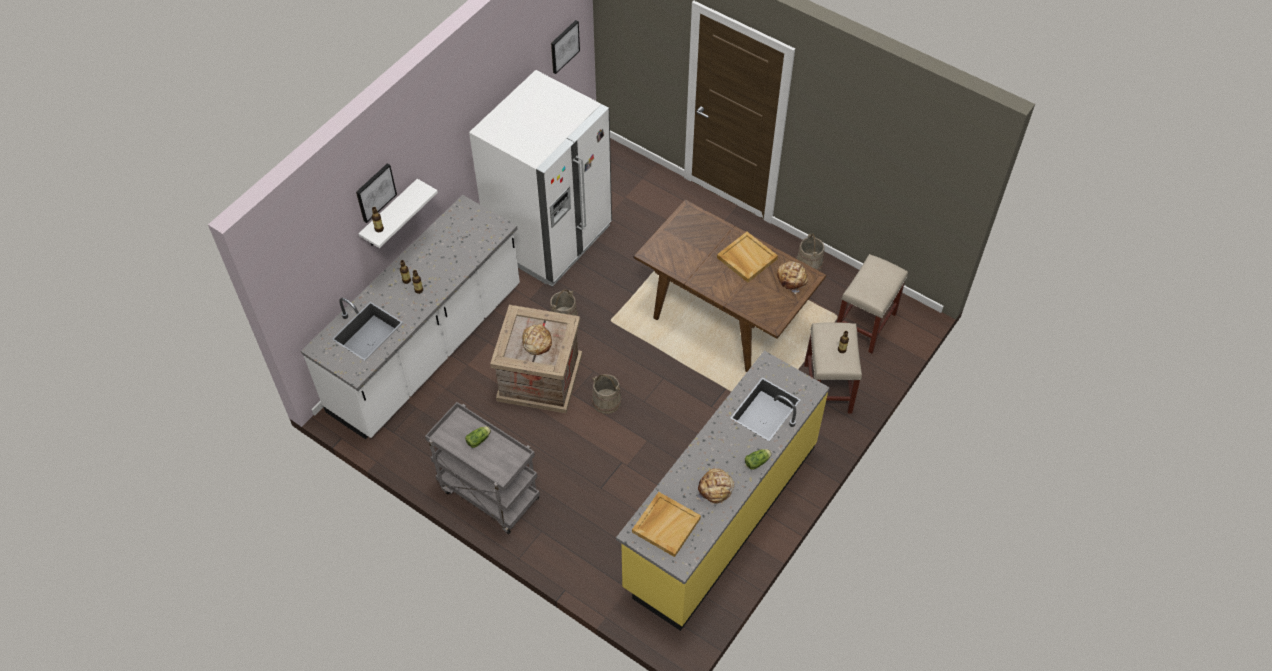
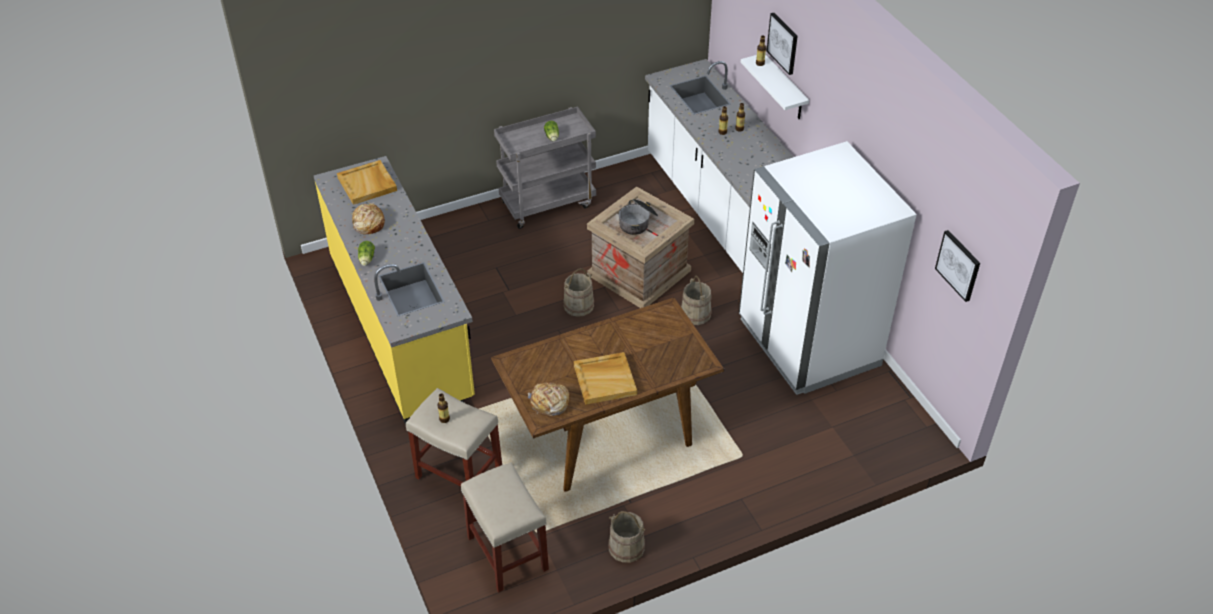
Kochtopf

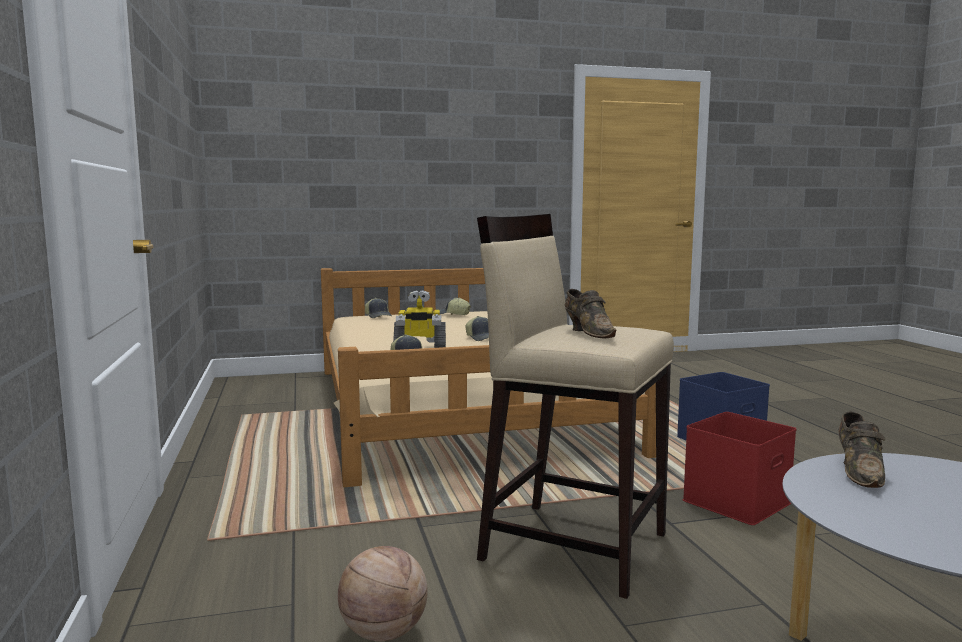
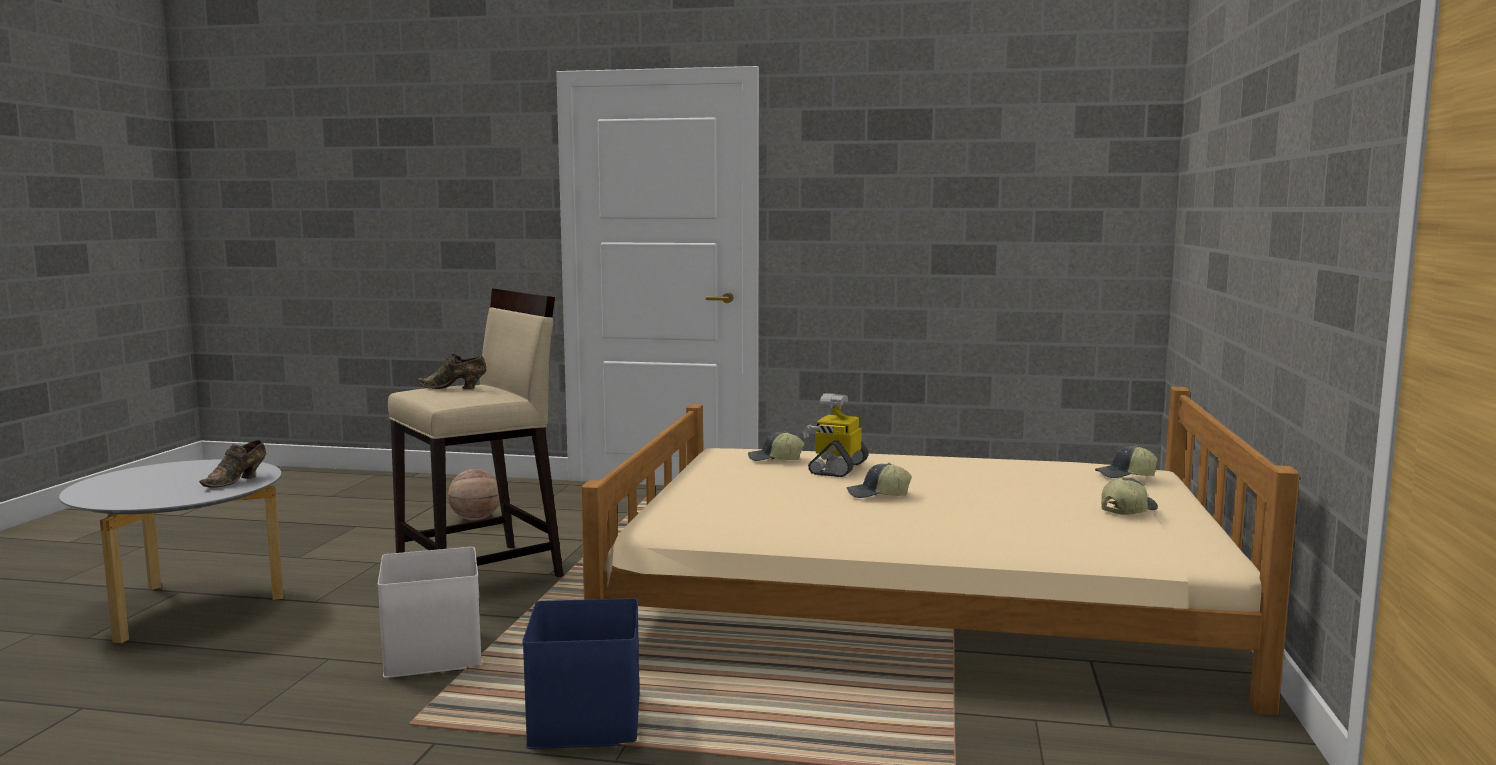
Schuh [braun] (no. 1 from left); Aufbewahrungsbox [weiß]

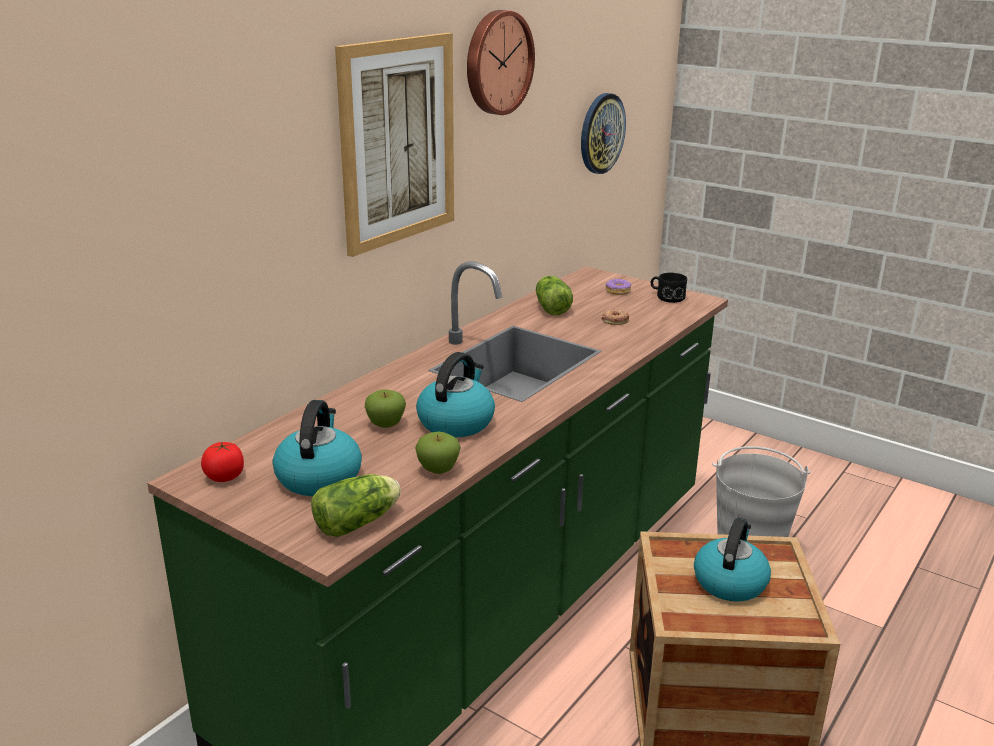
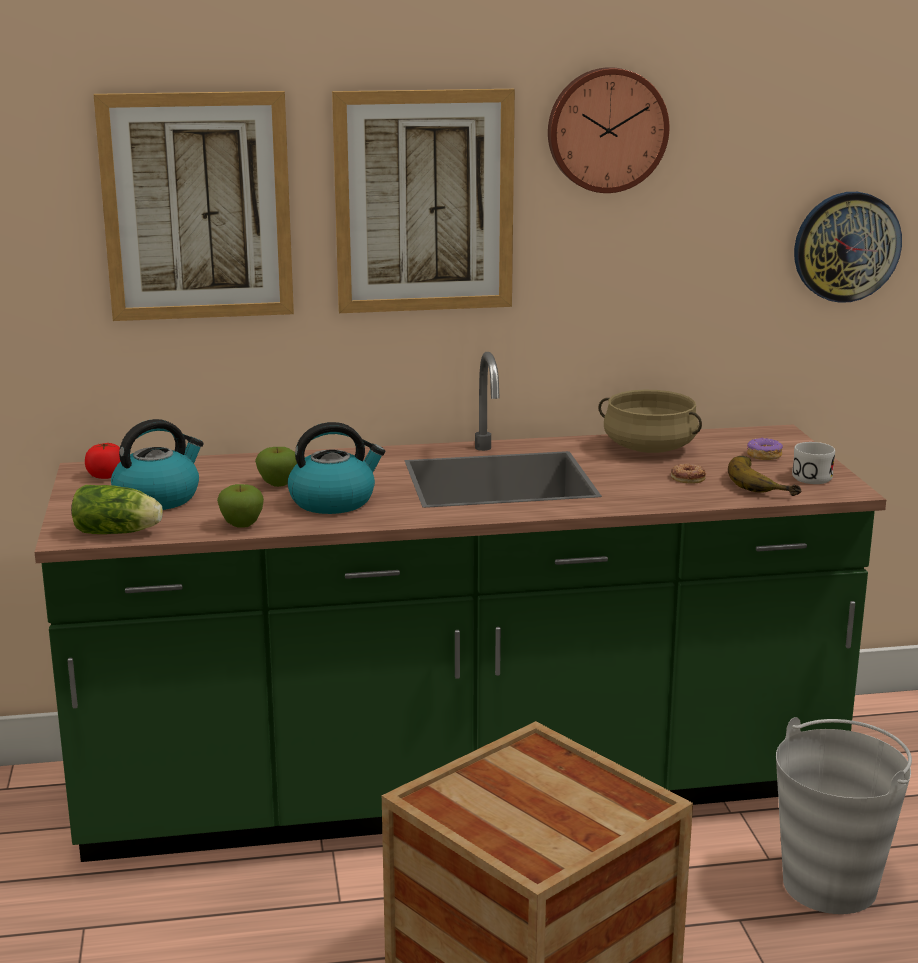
Bild (no. 1 from left); Kochtopf [beige]; Banane; Henkelbecher [weiß]; Wasserkessel (no. 3 from left in the first image)

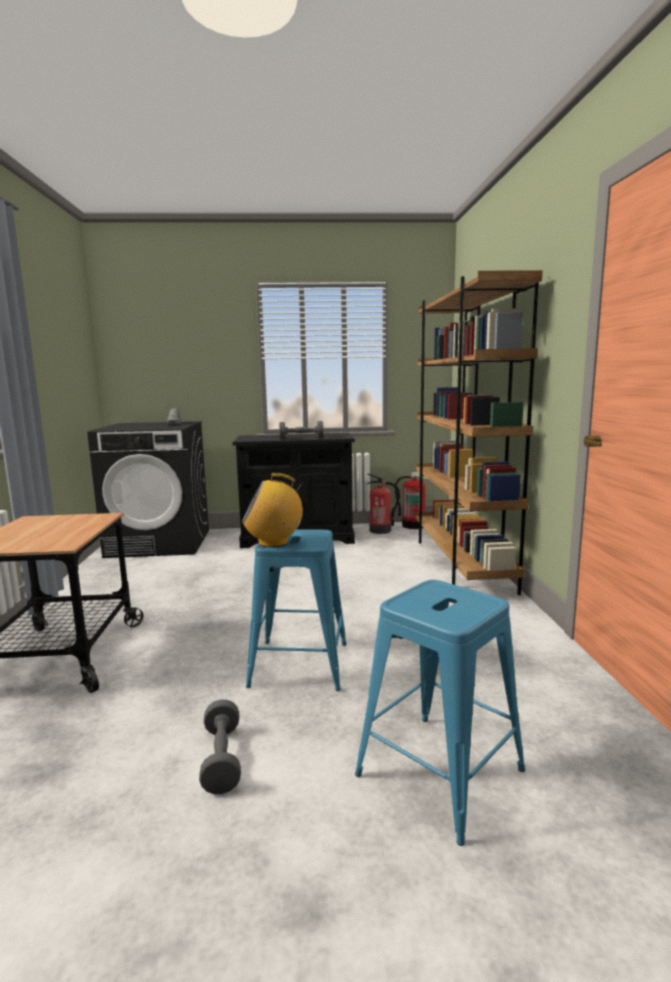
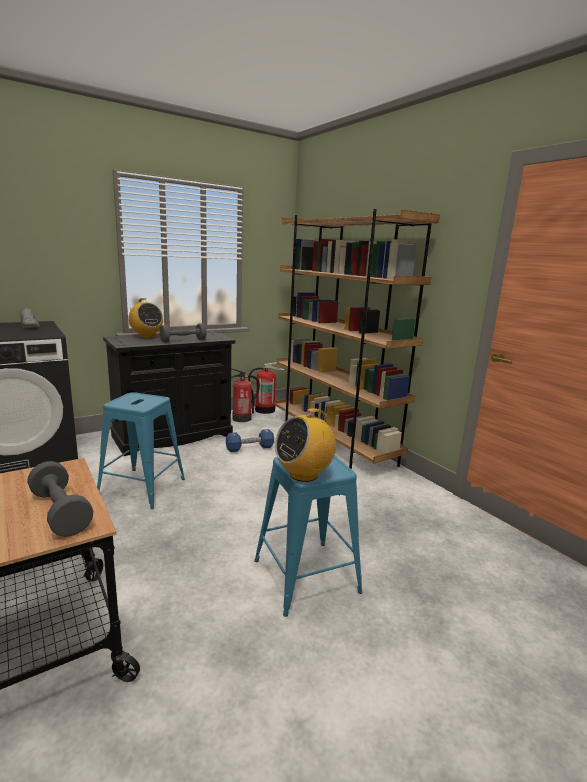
Hantel [grau] (no. 1 from left); Hocker [blau] (no. 1 from left); Radio (no. 1 from left); Hantel [blau]

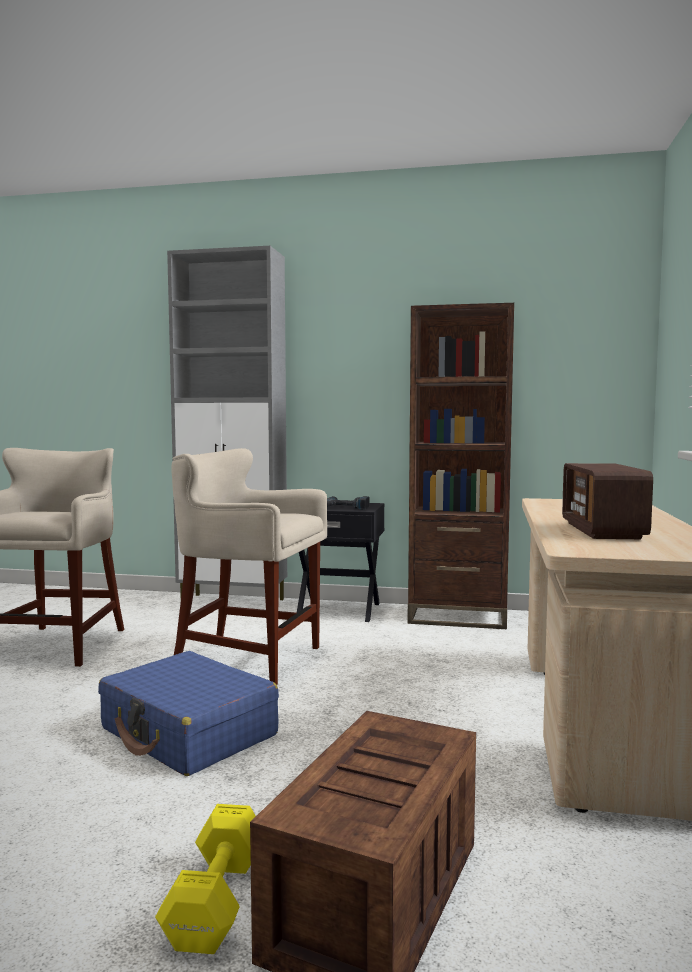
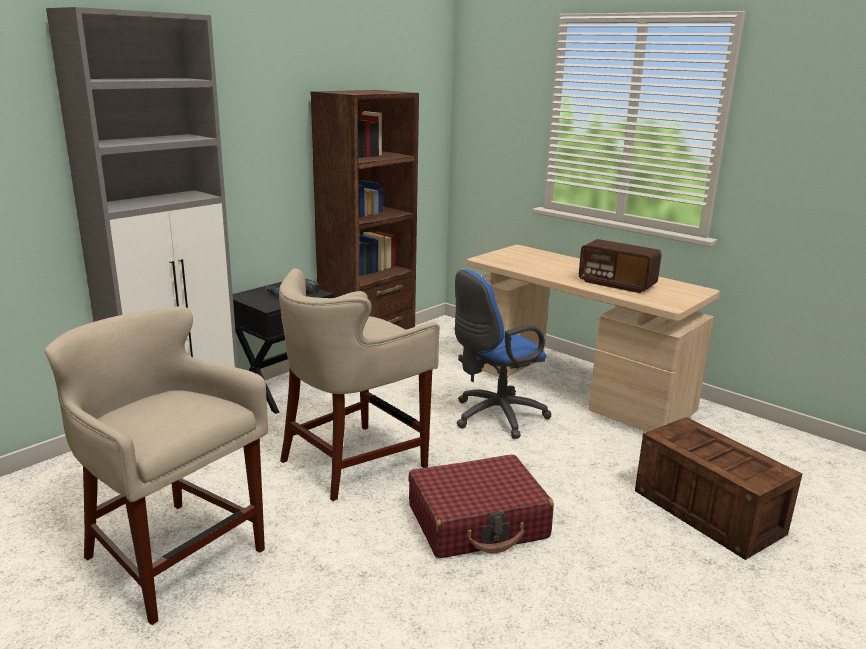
Koffer [rot]; Bürostuhl [blau]; Hantel [gelb]

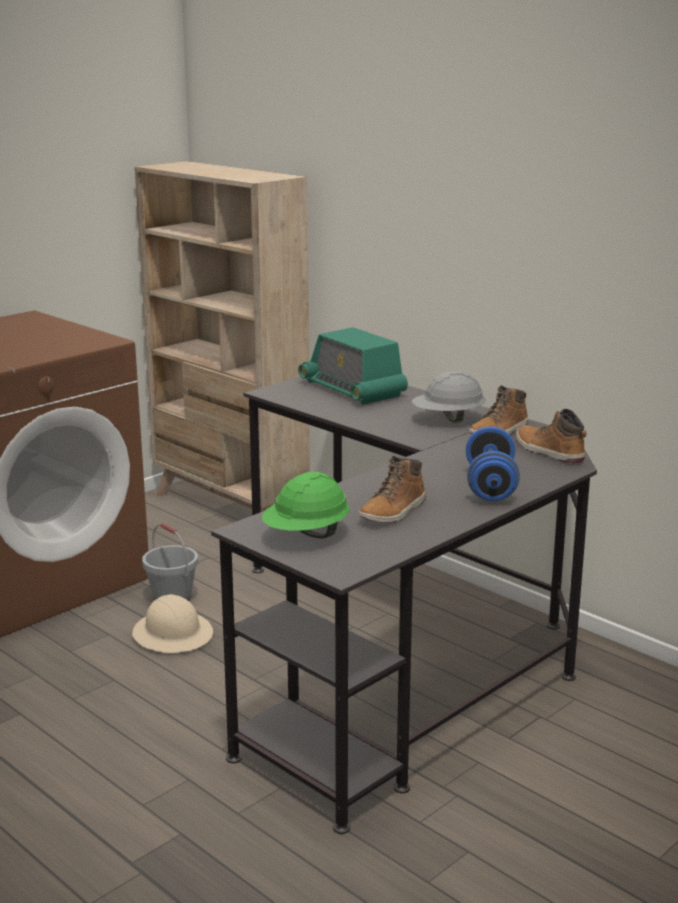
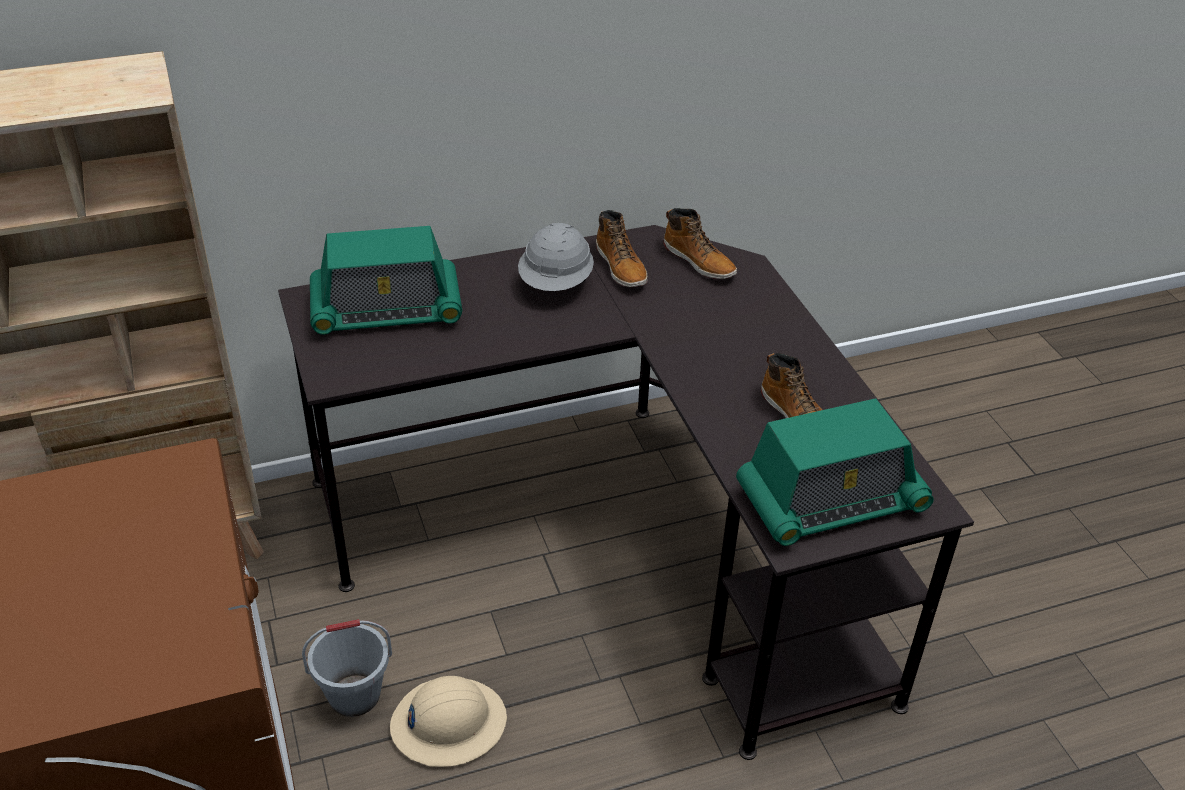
Stiefel (no. 2 from left); Radio (no. 2 from left); Hantel [blau]

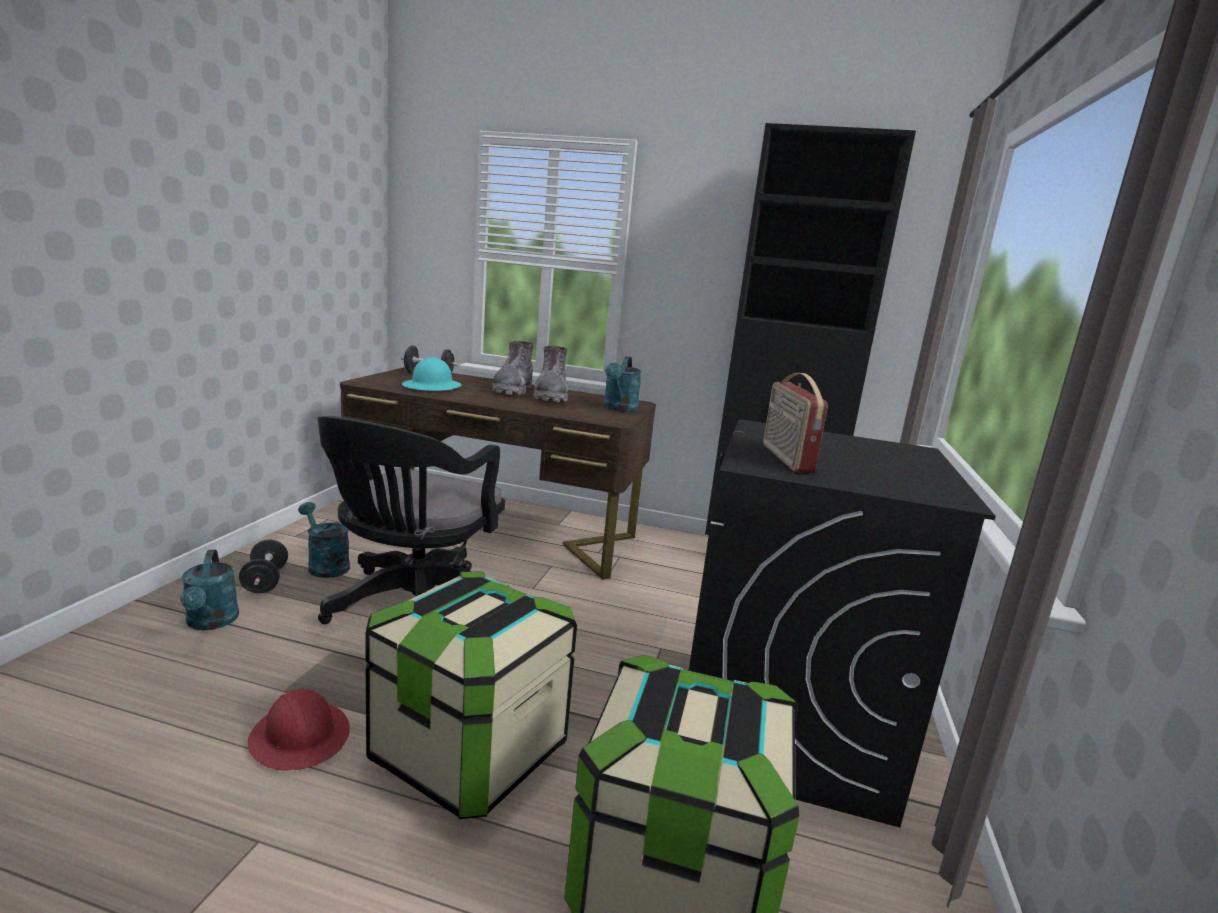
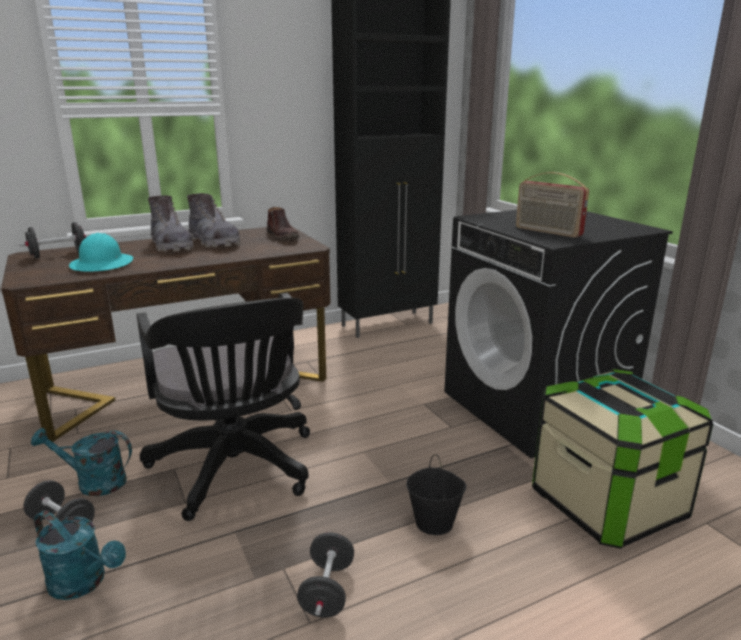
Stiefel [braun]; Hantel [schwarz] (no. 3 from left); Eimer [schwarz]

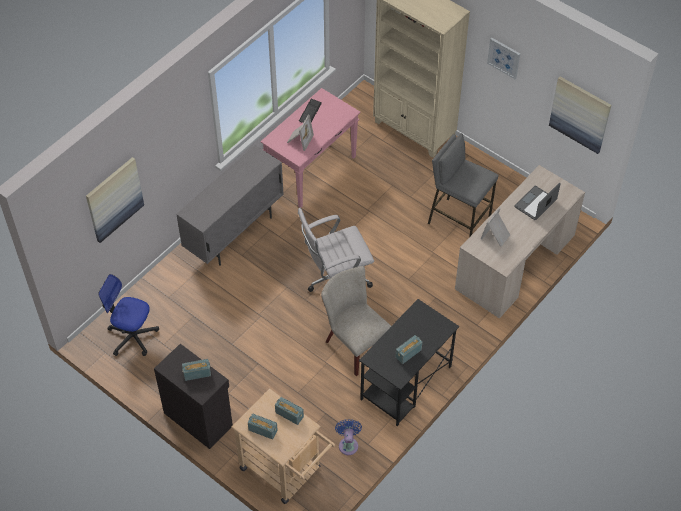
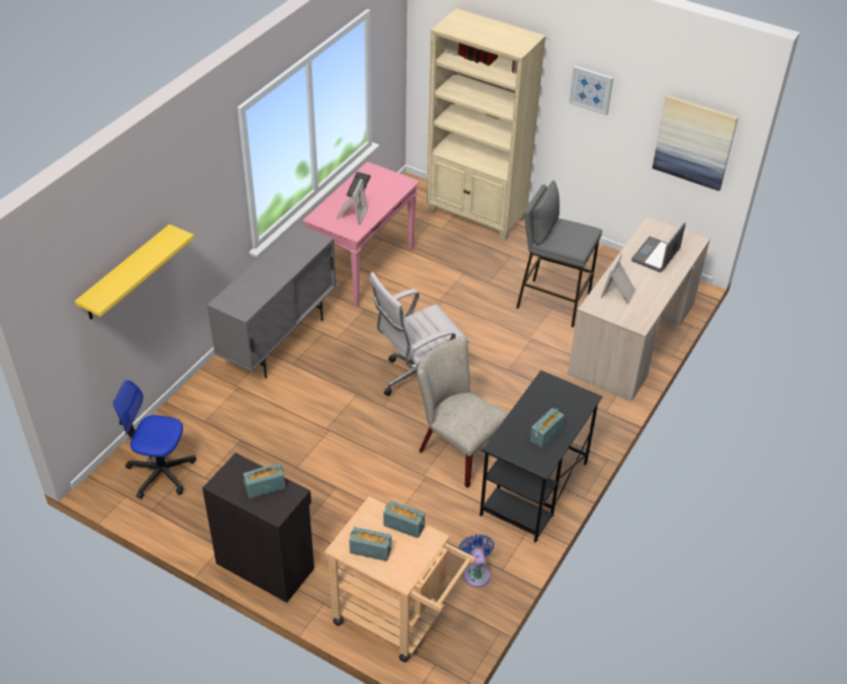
Wandregal [gelb]

